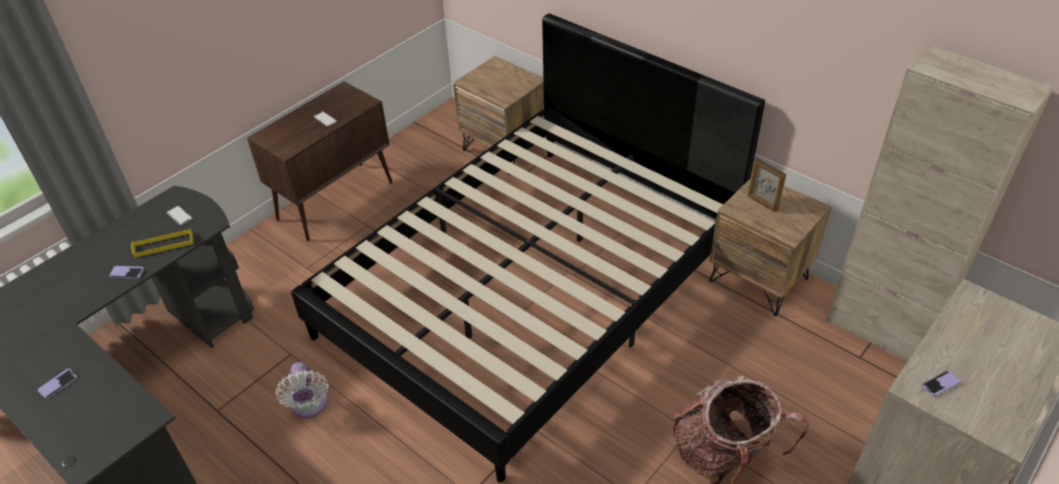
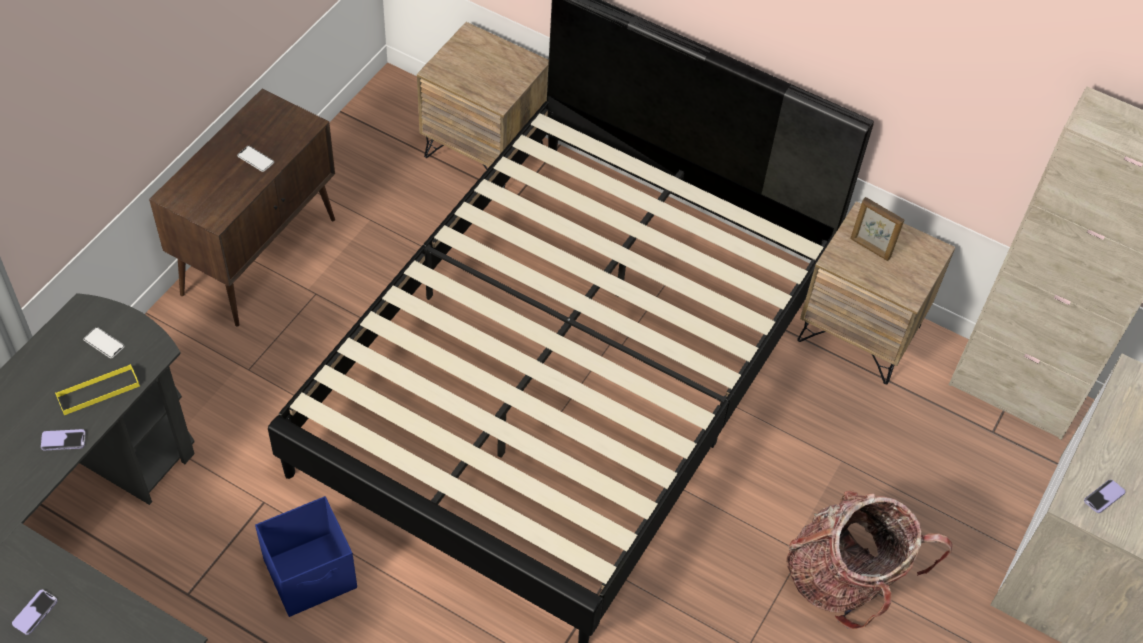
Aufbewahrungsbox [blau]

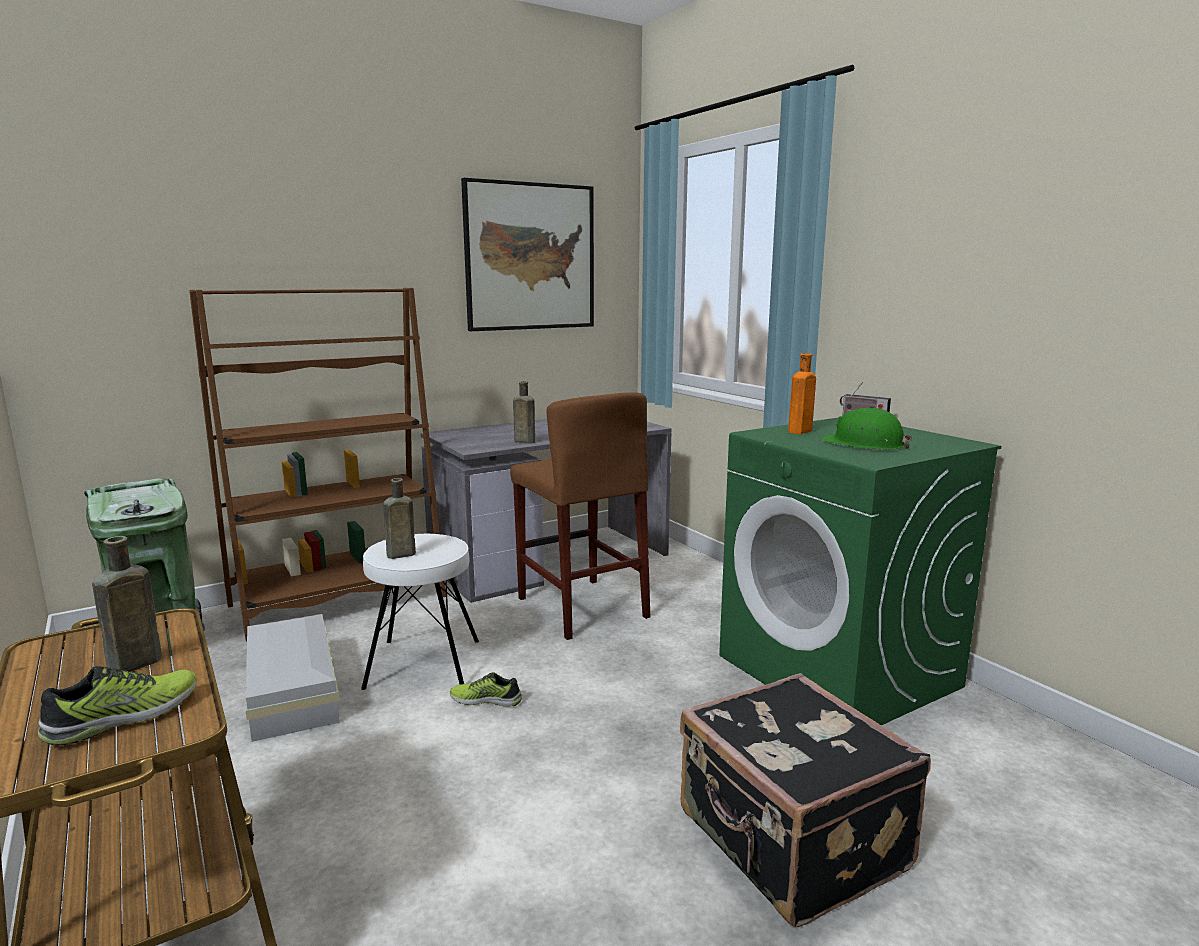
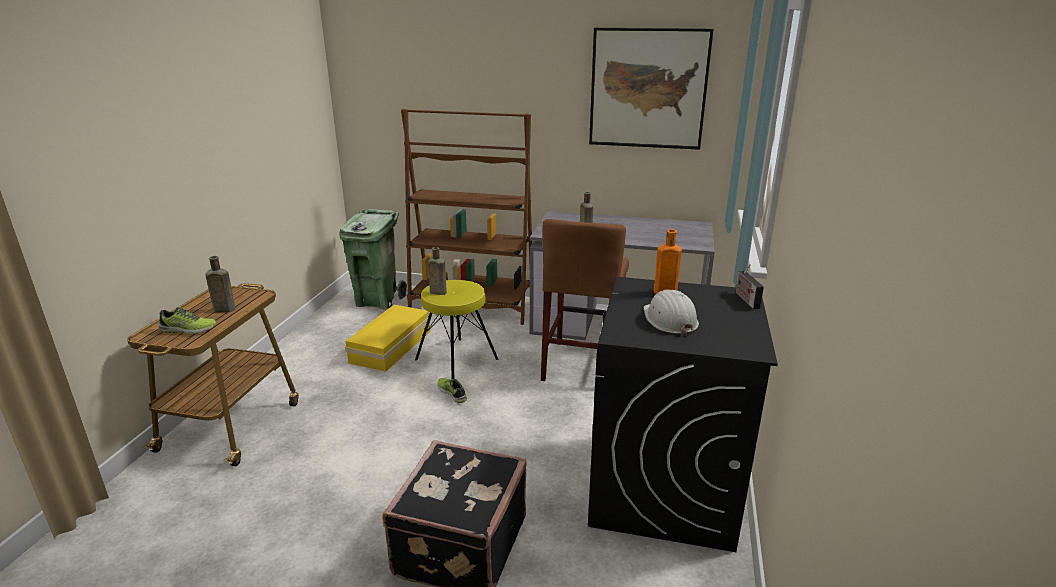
Aufbewahrungsbox [gelb]; Hocker [gelb]; Waschmaschine [schwarz]; Schutzhelm [weiß]

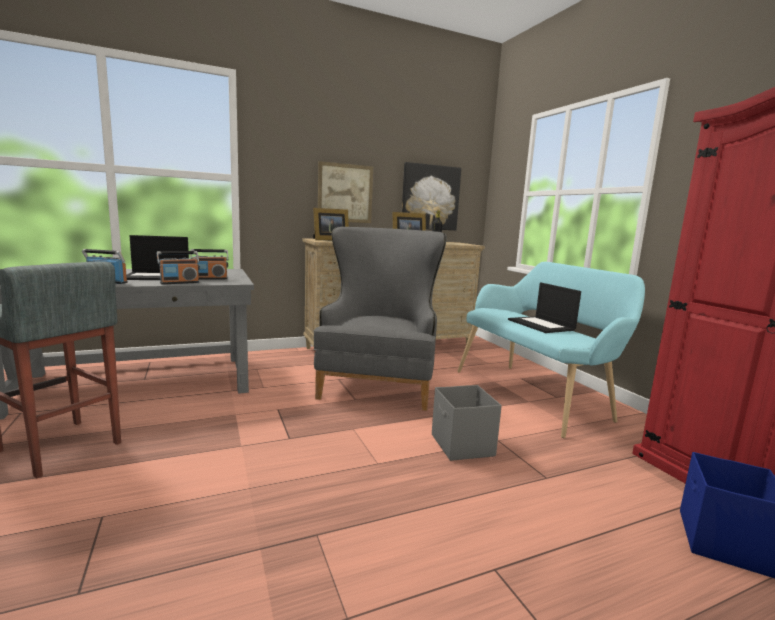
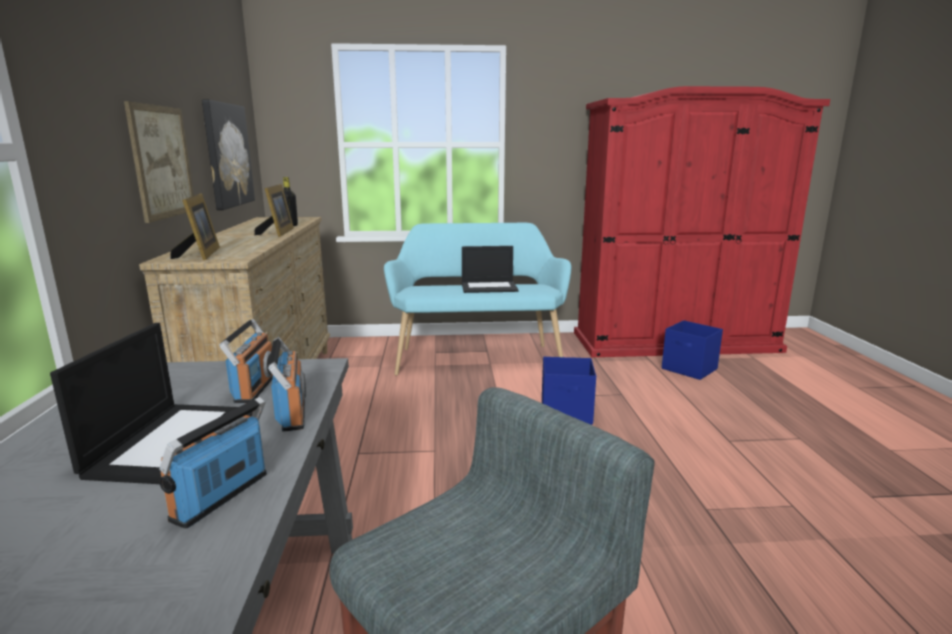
Aufbewahrungsbox [blau] (no. 1 from left); Sessel [grau]

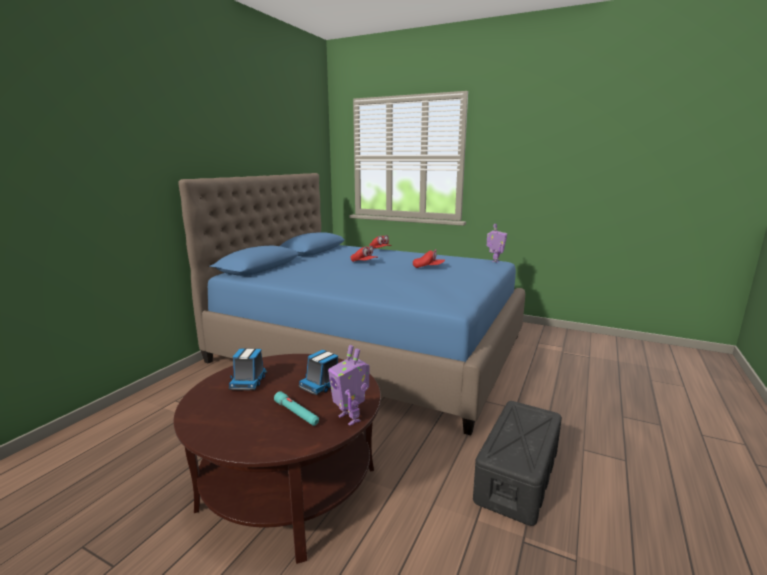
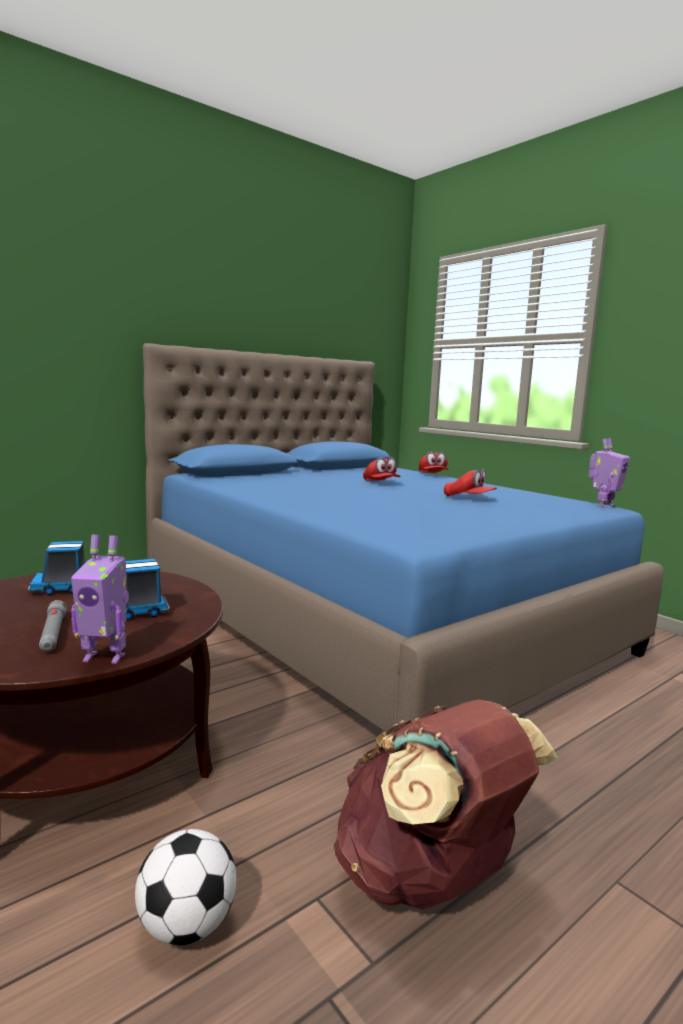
Spielzeuglaster (no. 1 from left); Taschenlampe [grau]; Spielzeugroboter (no. 1 from left); Fußball; Rucksack [braun]

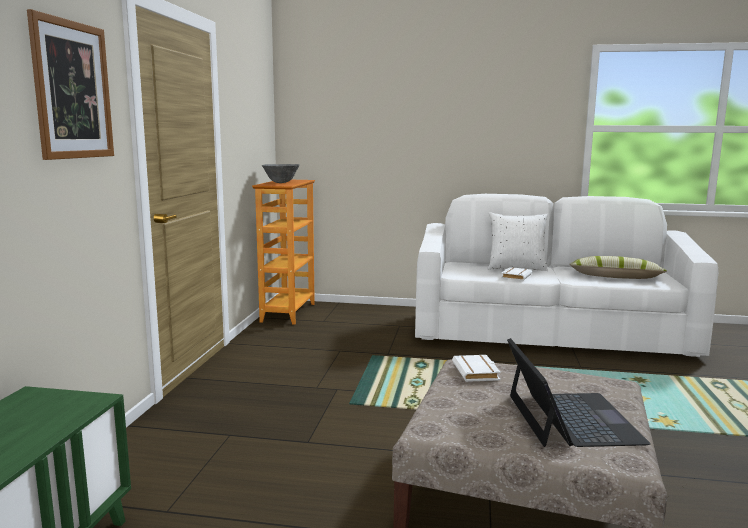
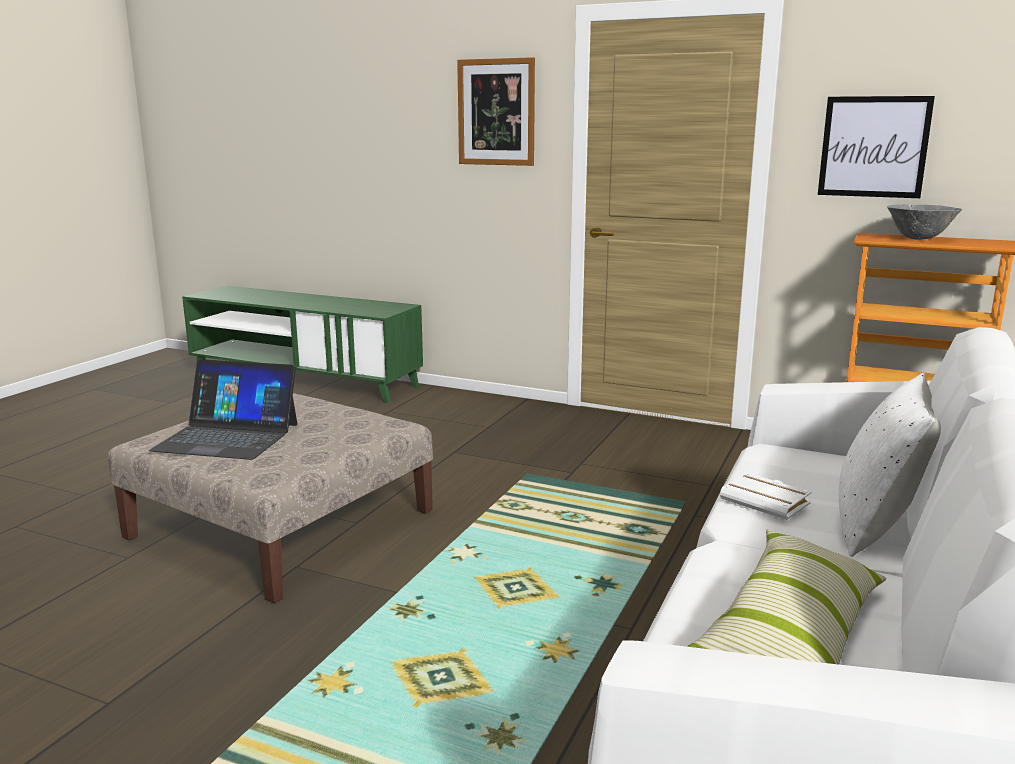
Bild (no. 2 from left); Buch [weiß] (no. 1 from left in the first image)

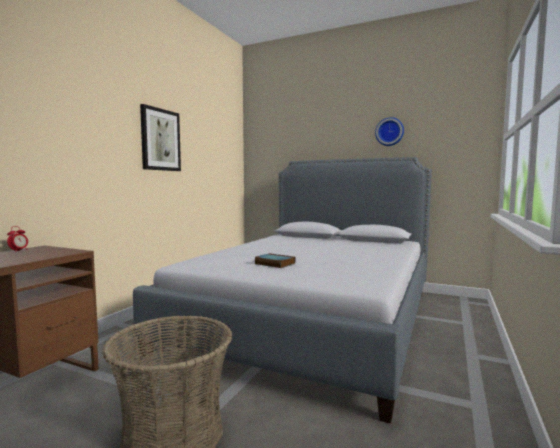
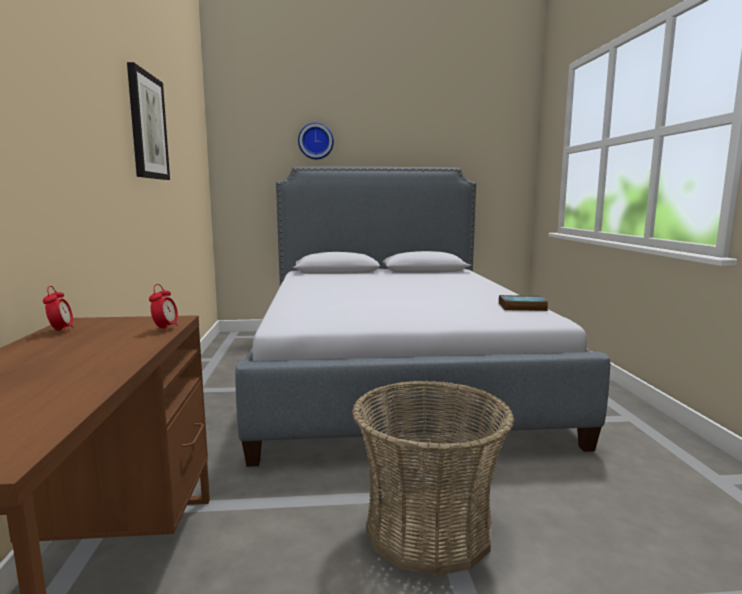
Wecker (no. 2 from left); Wanduhr; Buch

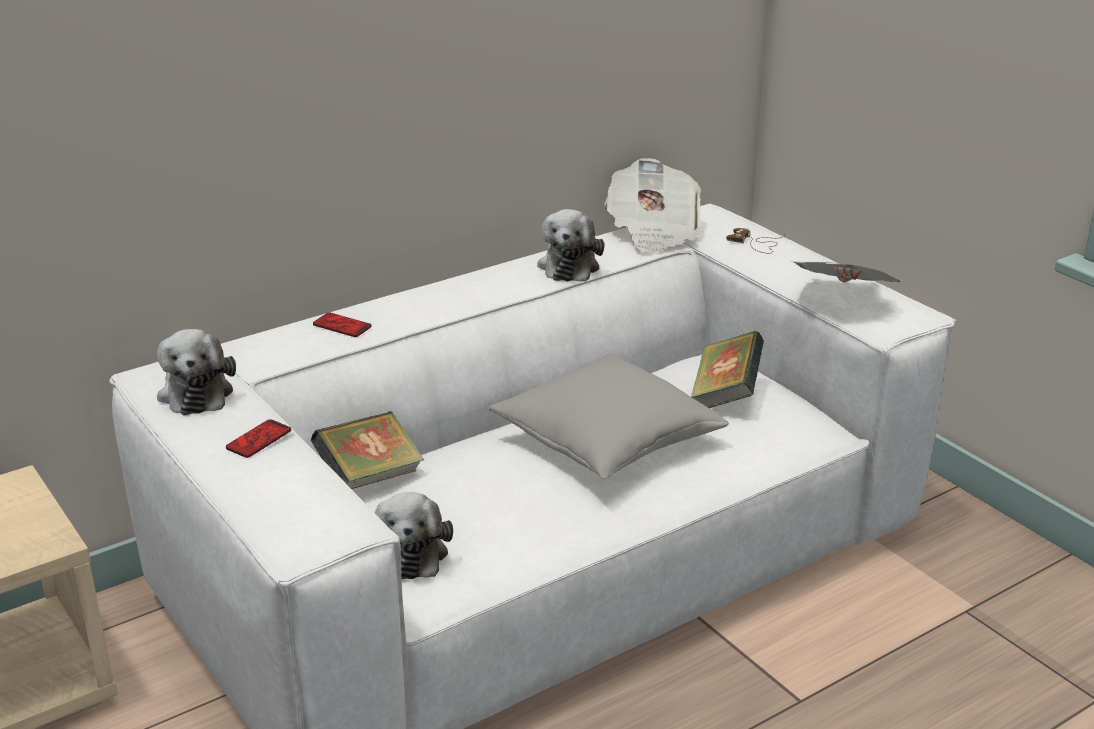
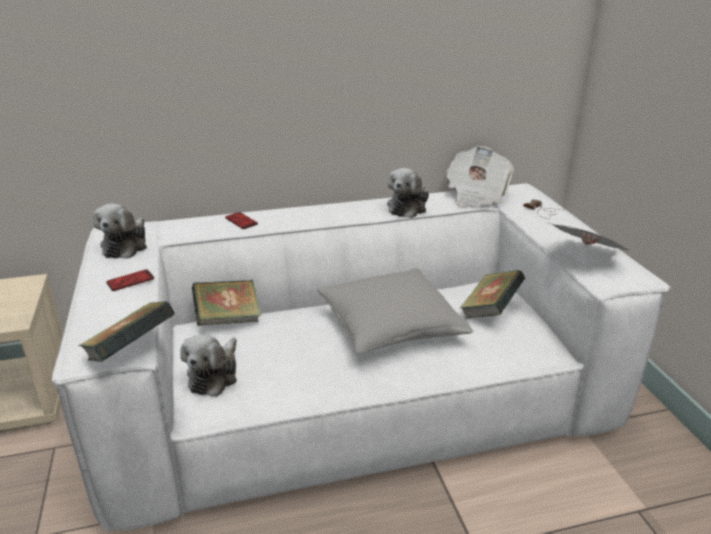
Buch (no. 1 from left)

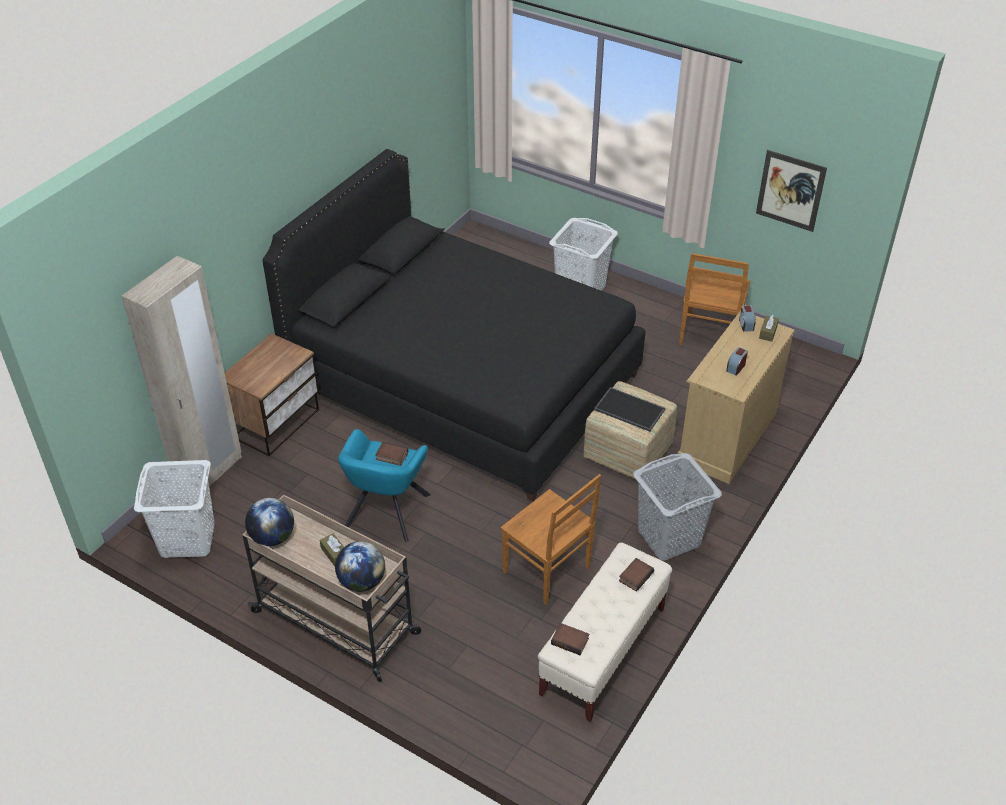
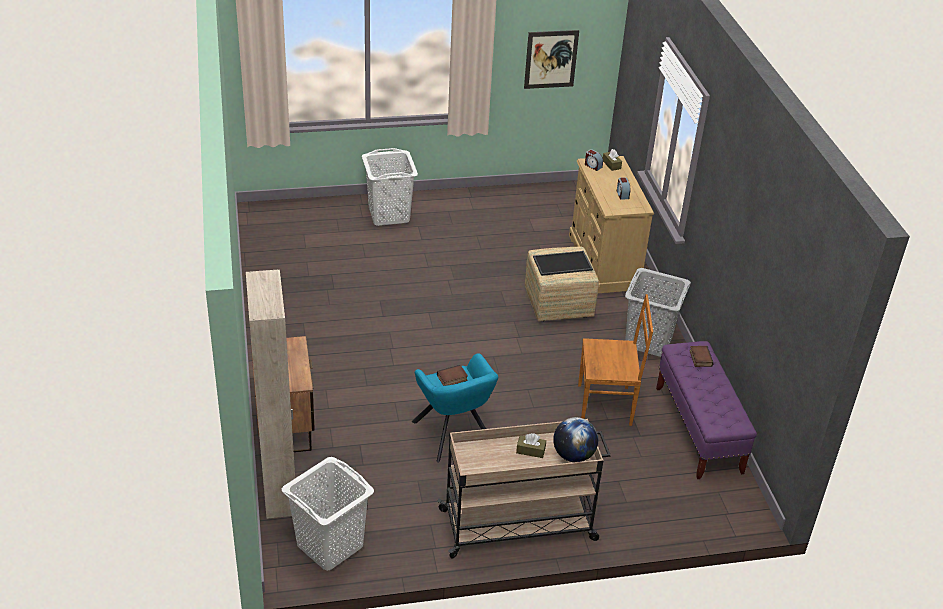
Bank [lila]; Globus (no. 1 from left in the first image); Bett [schwarz]; Buch (no. 2 from left in the first image); Stuhl [braun] (no. 2 from left in the first image)

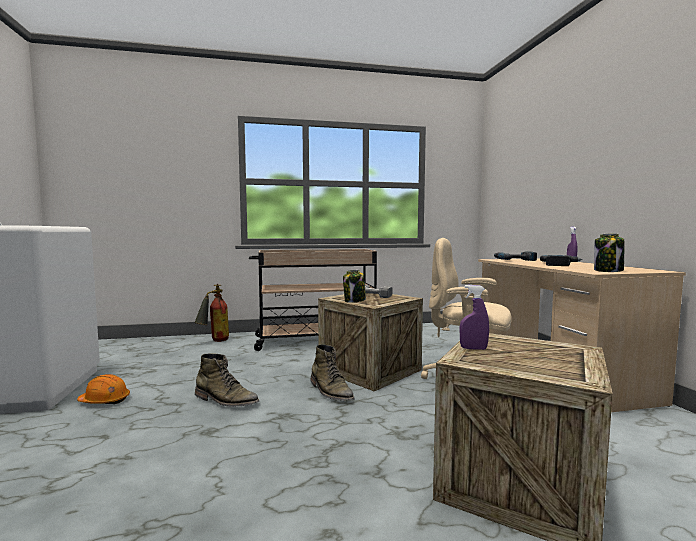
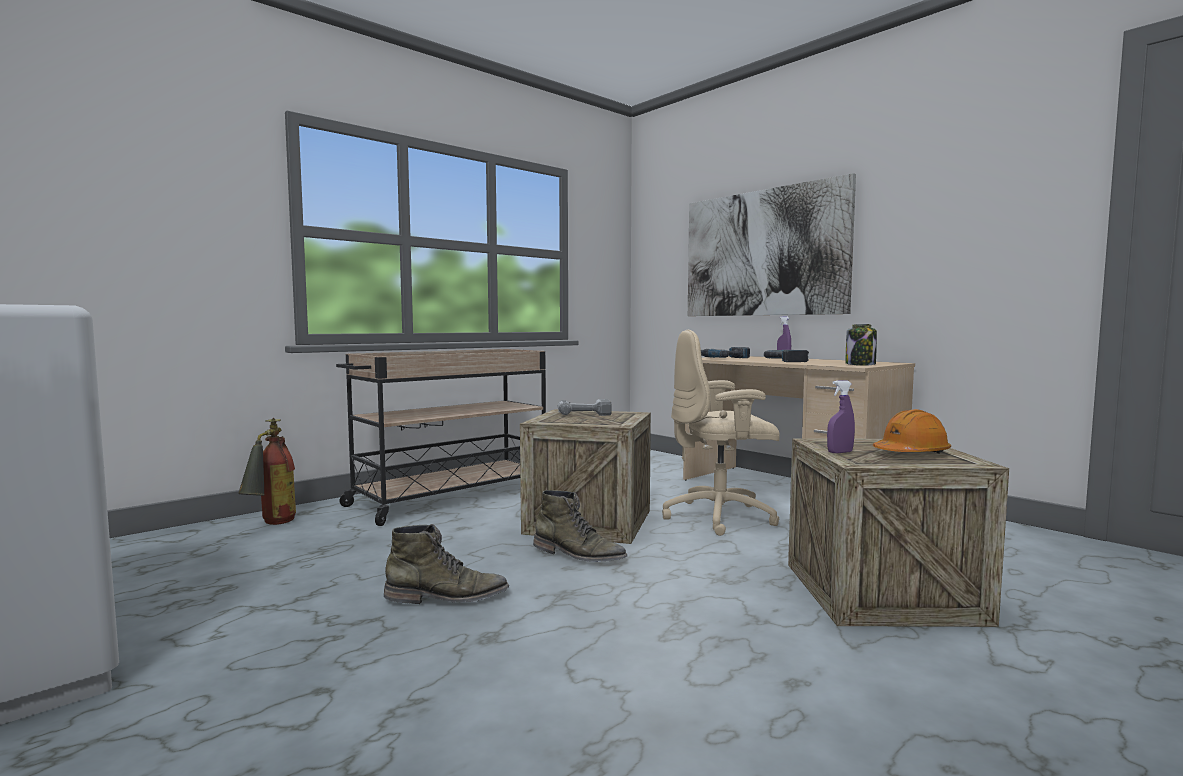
Bild; Schutzhelm [orange]; Vorratsglas (no. 1 from left in the first image)

